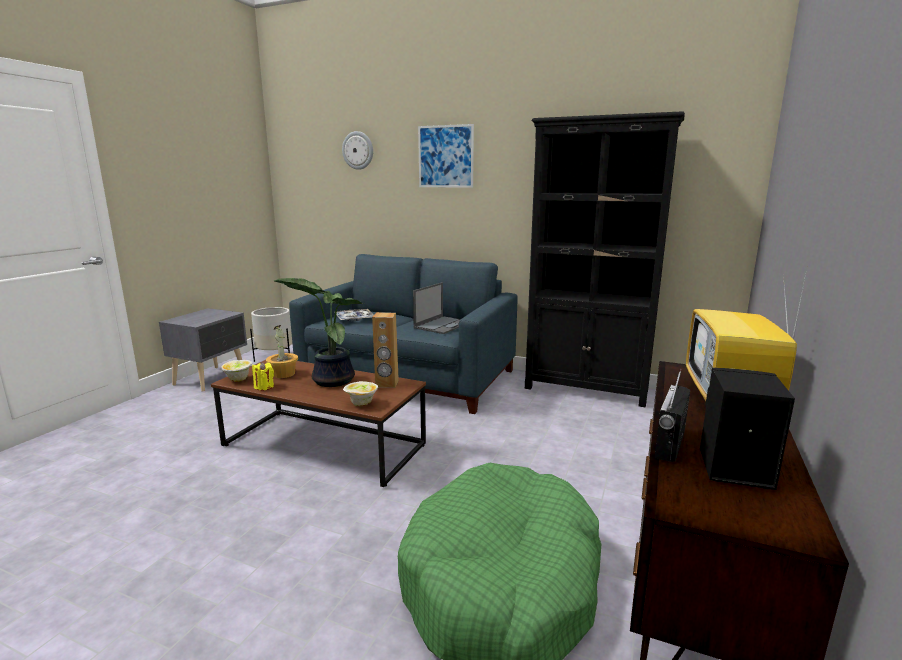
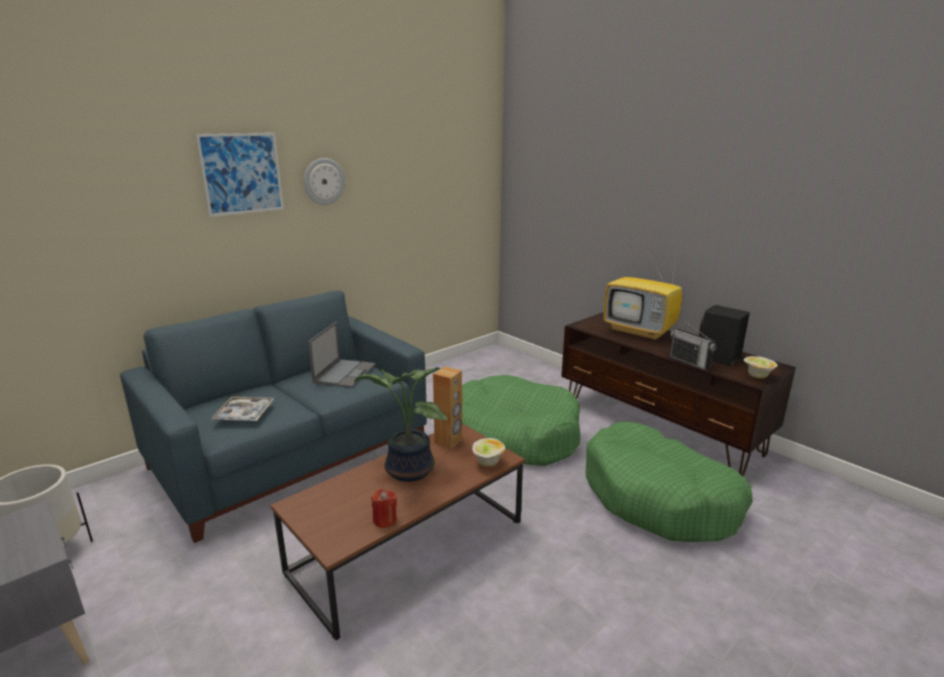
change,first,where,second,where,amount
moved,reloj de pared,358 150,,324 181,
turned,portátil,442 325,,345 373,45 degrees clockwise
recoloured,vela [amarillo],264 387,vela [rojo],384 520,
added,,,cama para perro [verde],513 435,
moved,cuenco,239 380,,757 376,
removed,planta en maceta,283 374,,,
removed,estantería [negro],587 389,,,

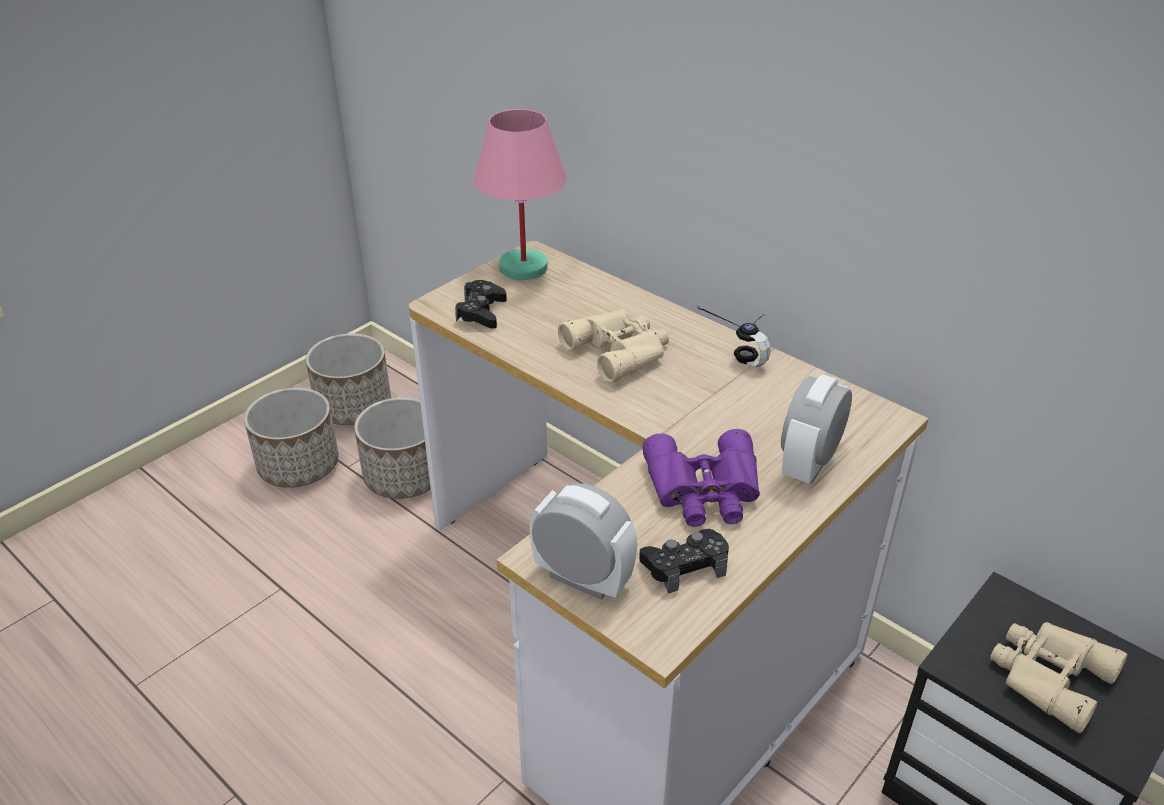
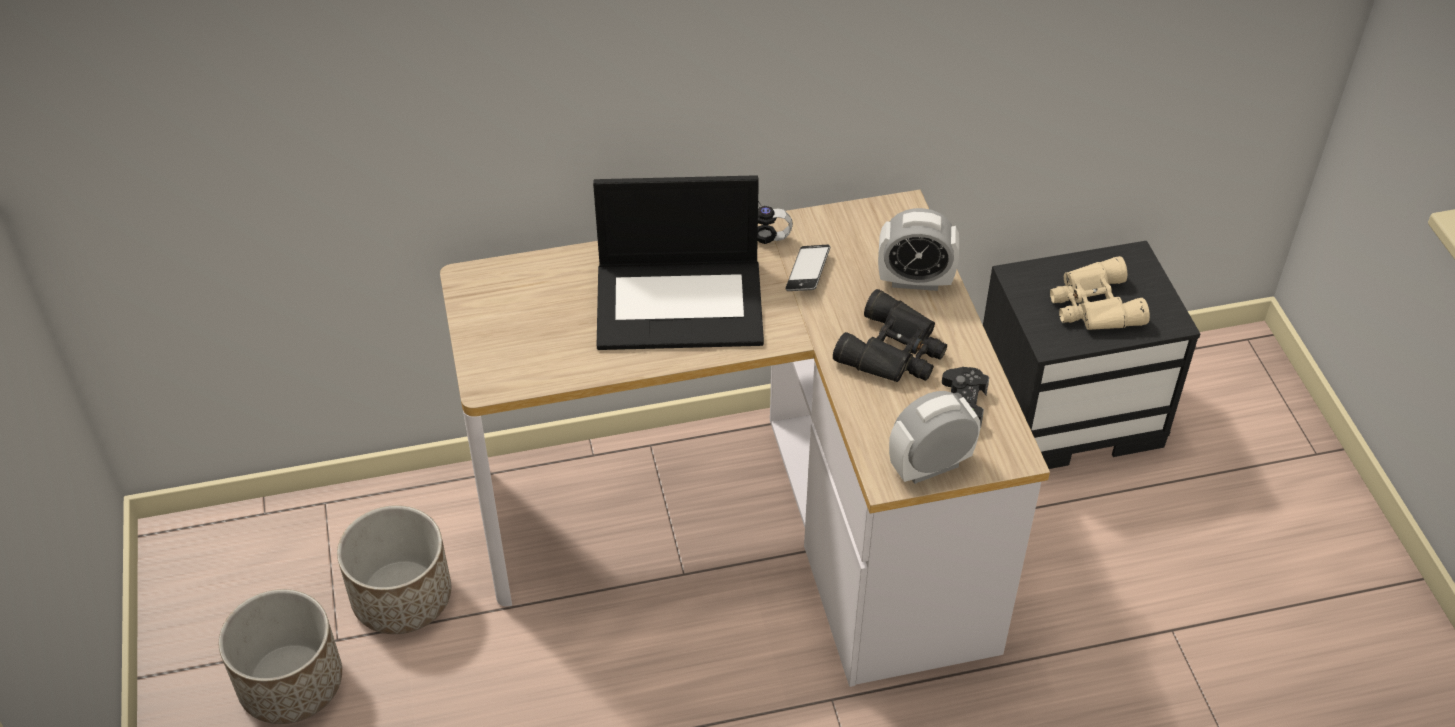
change,first,where,second,where,amount
replaced,prismáticos [beis],620 350,portátil,681 303,
added,,,móvil,807 272,
recoloured,prismáticos [morado],704 490,prismáticos [negro],895 351,
turned,despertador,809 464,,915 280,60 degrees counterclockwise
removed,maceta,354 406,,,
removed,mando de consola [negro],481 312,,,
removed,lámpara de mesa [rosa],523 268,,,

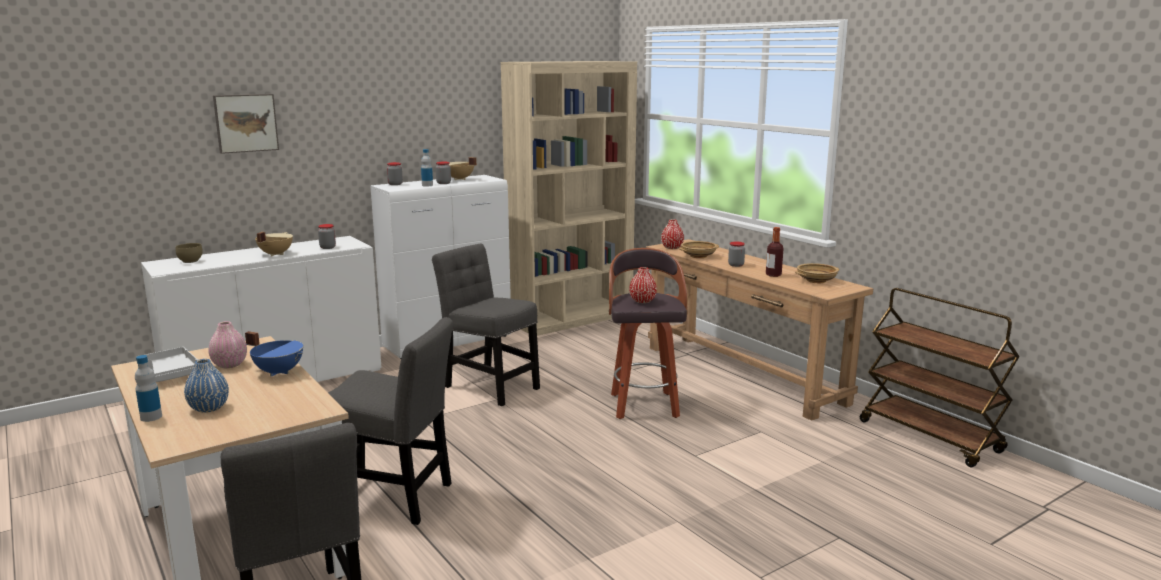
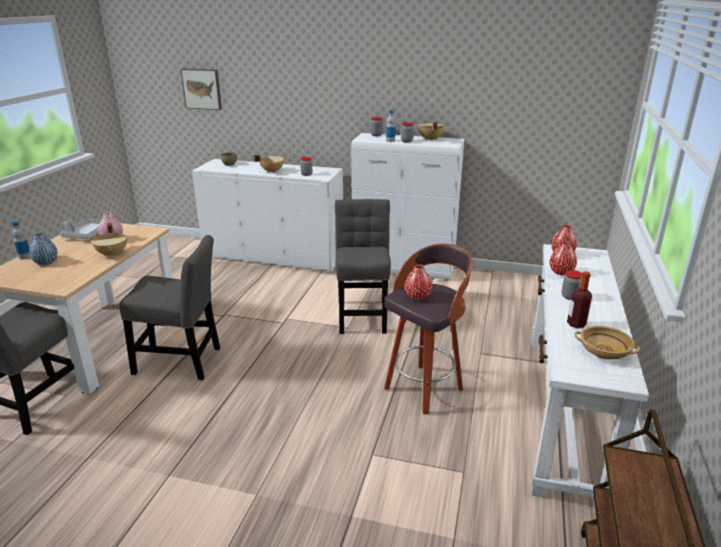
change,first,where,second,where,amount
recoloured,olla [azul],279 372,olla [beis],113 254,
turned,silla [gris],394 497,,182 362,60 degrees counterclockwise
moved,cuadro,245 123,,202 89,
recoloured,mesa consola [marrón],742 374,mesa consola [blanco],563 409,
replaced,cuenco [beis],698 256,florero [rojo],561 272,
removed,estantería [beis],571 318,,,

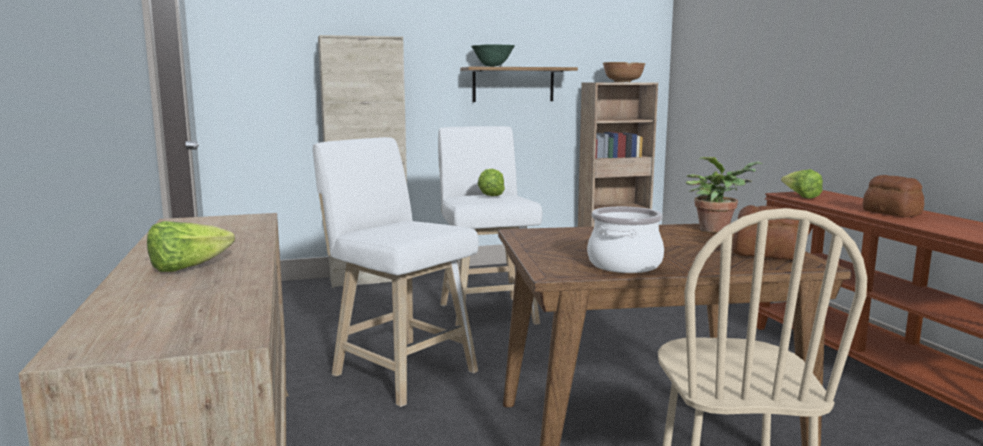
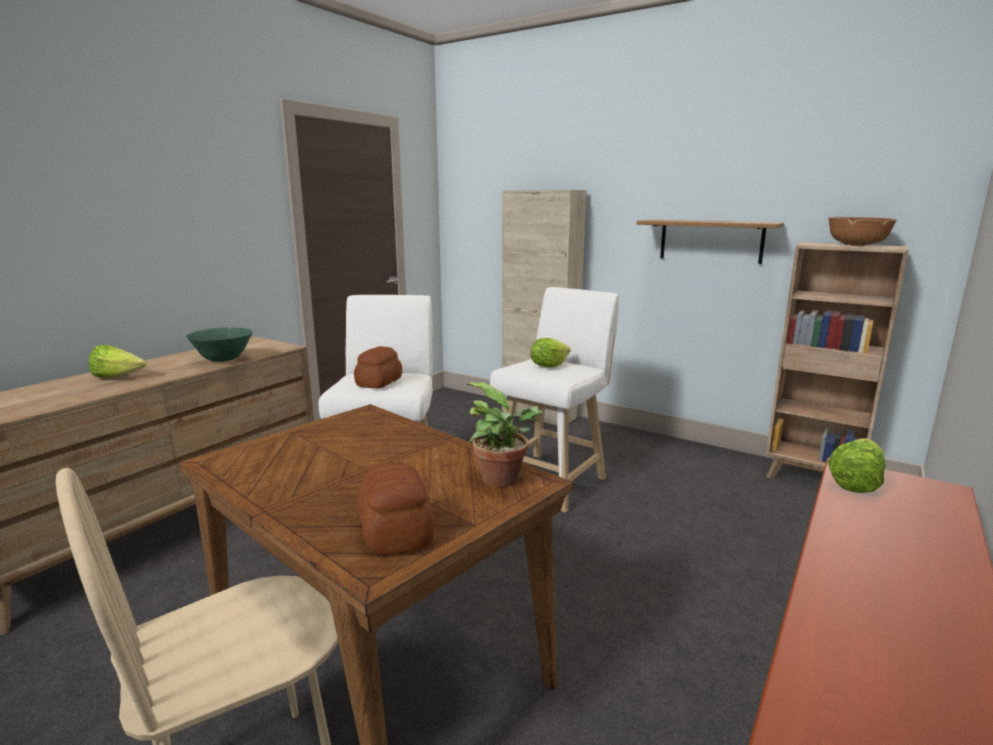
change,first,where,second,where,amount
moved,cuenco [verde],492 66,,223 360,
moved,pan,891 213,,378 382,
removed,olla,623 265,,,

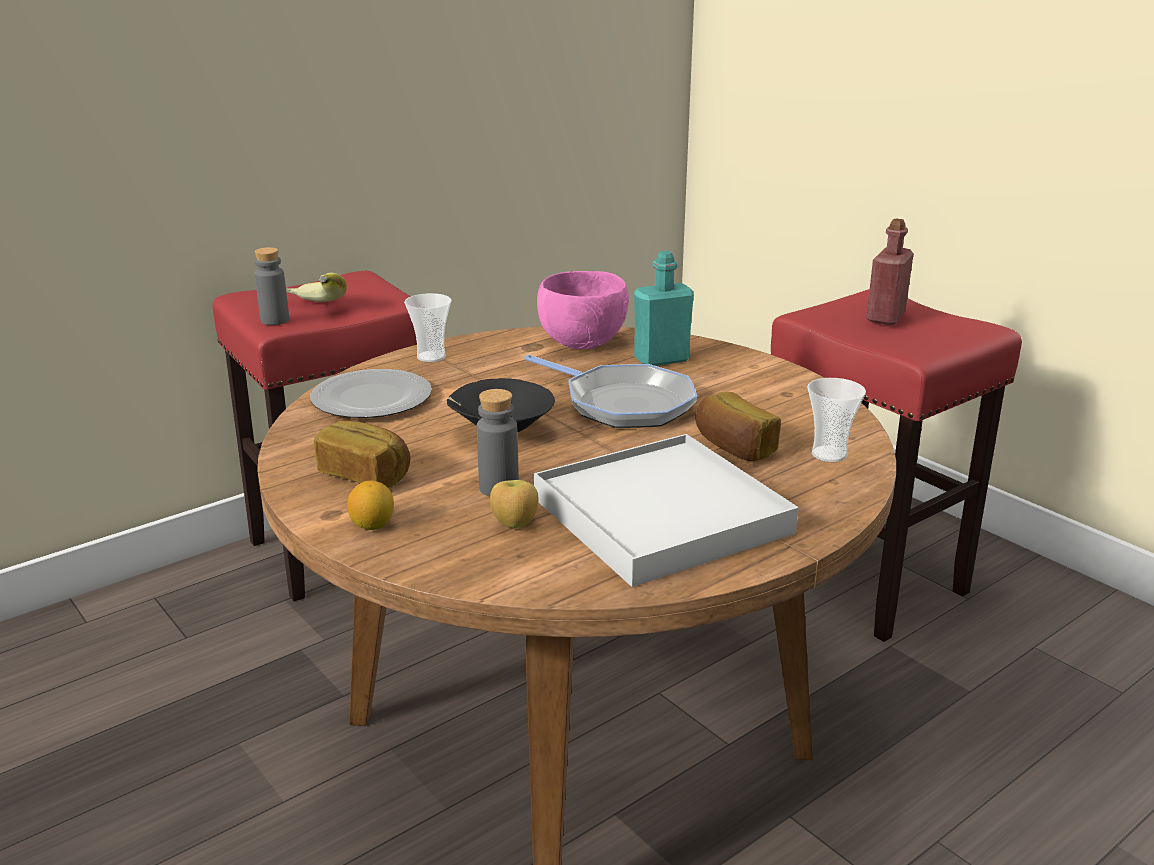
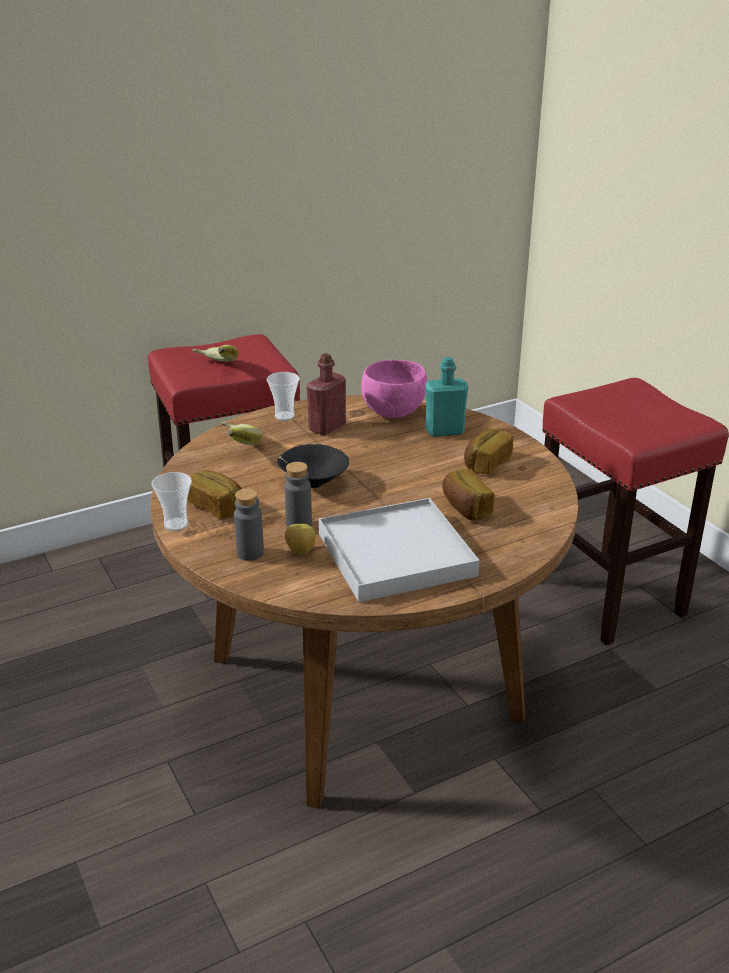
change,first,where,second,where,amount
moved,taza,829 454,,176 524,
replaced,plato,371 398,plátano,235 447,
moved,botella [gris],275 320,,250 553,
moved,botella [rojo],885 317,,327 427,
added,,,pan,486 463,
removed,limón,373 525,,,
removed,sartén,623 404,,,

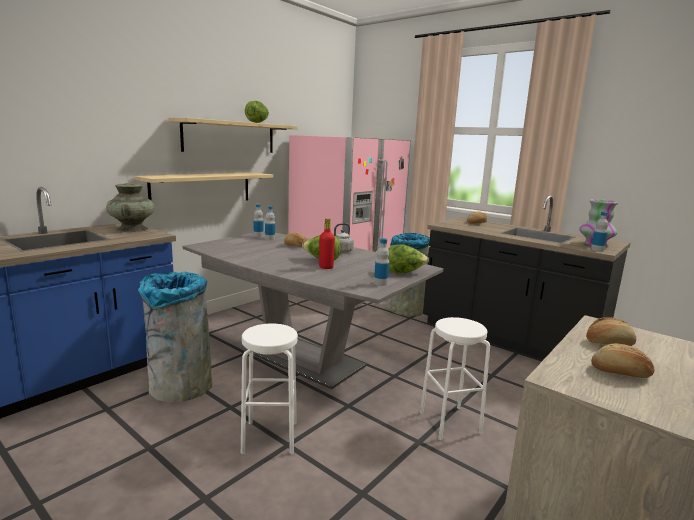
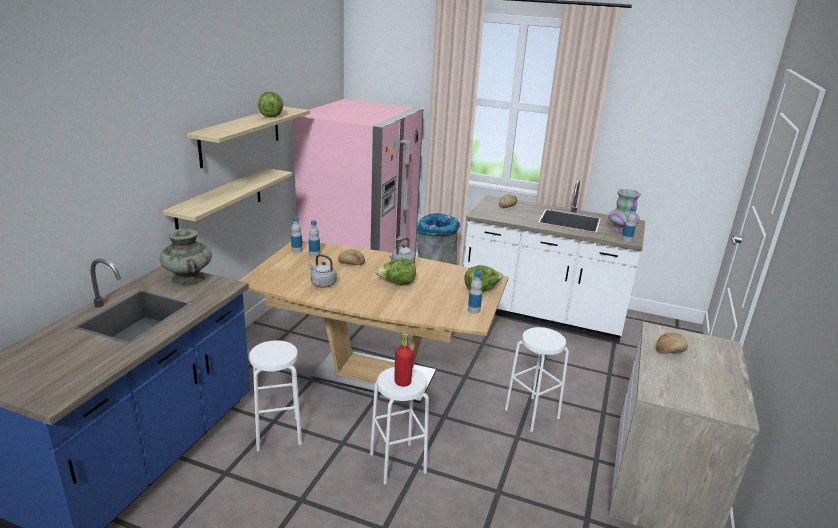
change,first,where,second,where,amount
recoloured,mesa de comedor [gris],304 359,mesa de comedor [marrón],374 375,
replaced,papelera [gris],180 387,taburete [blanco],278 433,
added,,,hervidor [gris],322 283,
moved,botella [rojo],326 267,,402 382,
recoloured,mueble bajo de cocina [negro],508 339,mueble bajo de cocina [blanco],541 315,
removed,pan,620 373,,,

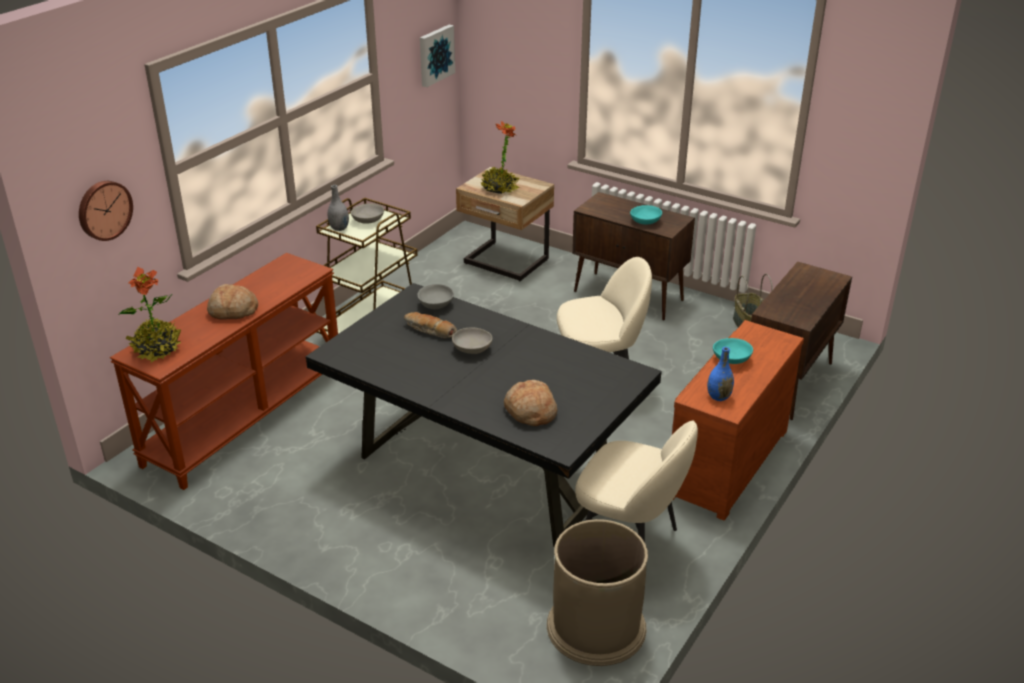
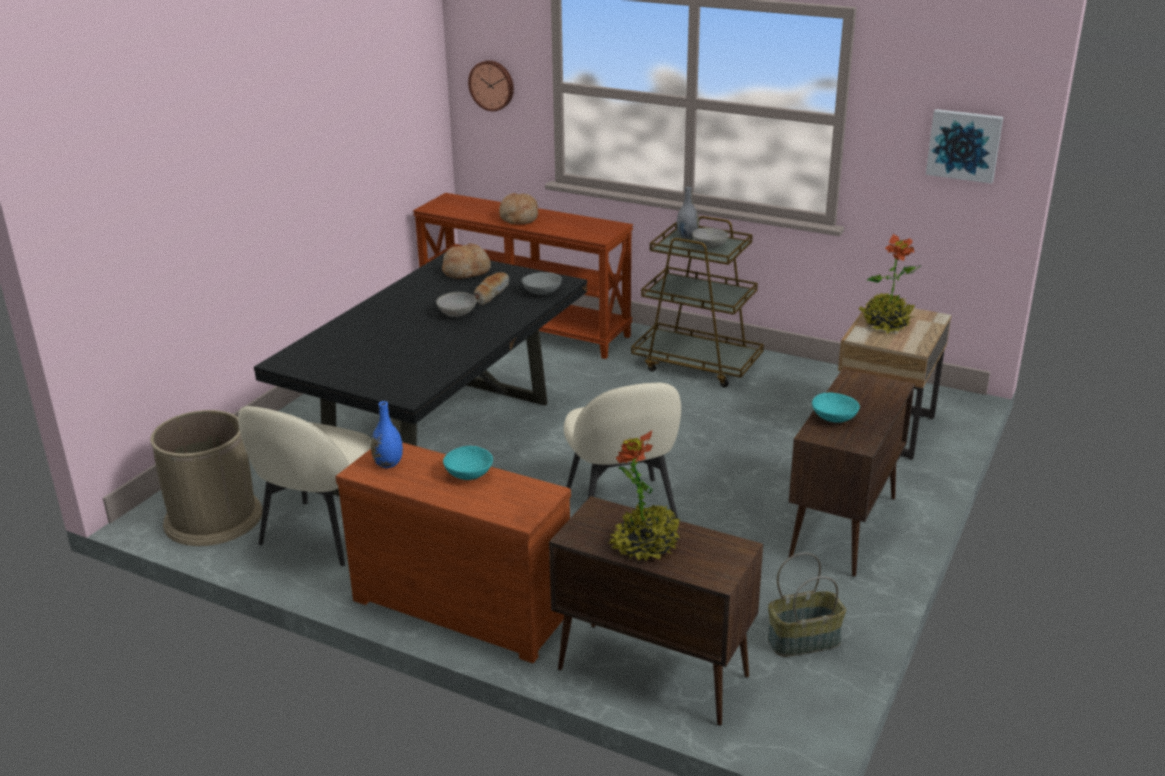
change,first,where,second,where,amount
moved,pan,530 411,,466 271,
moved,planta en maceta,157 349,,645 545,

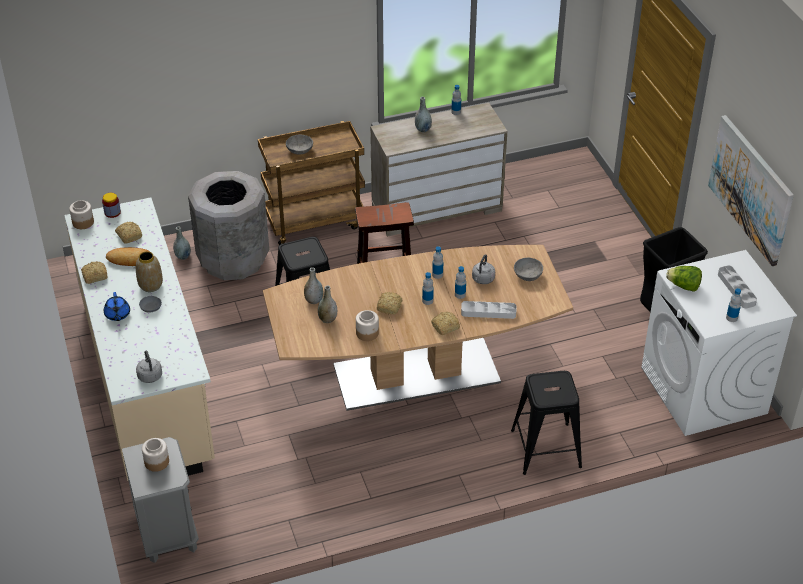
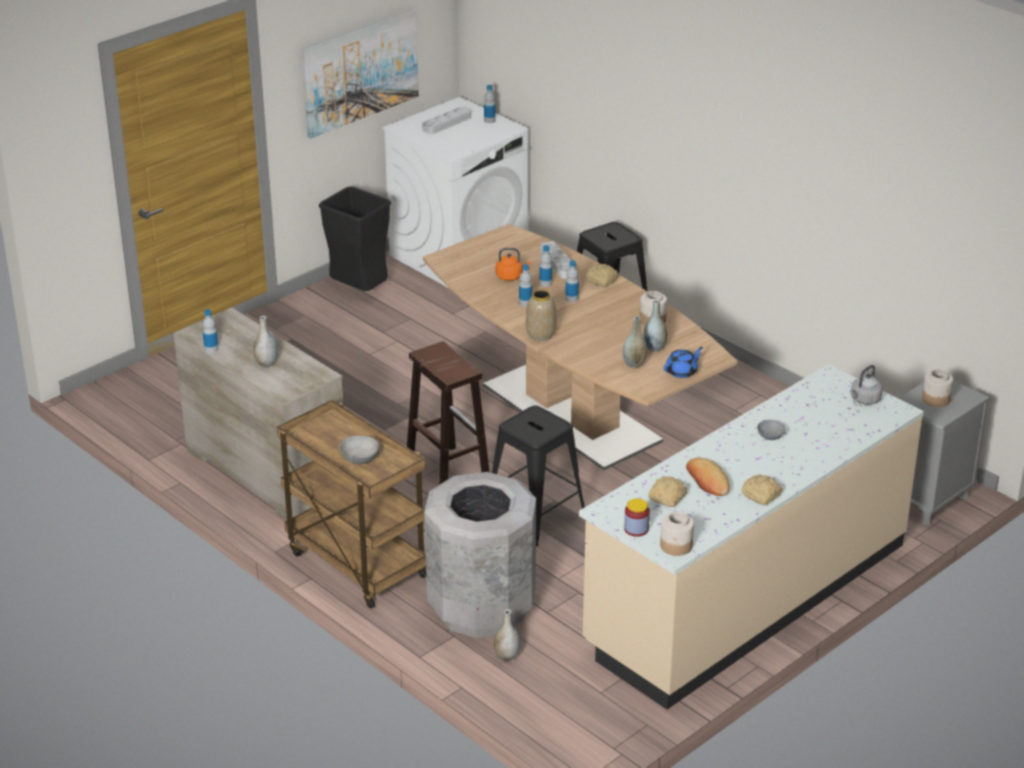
change,first,where,second,where,amount
recoloured,hervidor [gris],482 280,hervidor [naranja],510 276,
moved,florero,150 285,,541 335,
moved,tetera [azul],117 315,,682 372,
removed,pan,390 306,,,
removed,cuenco [gris],528 275,,,
removed,lechuga,683 286,,,

